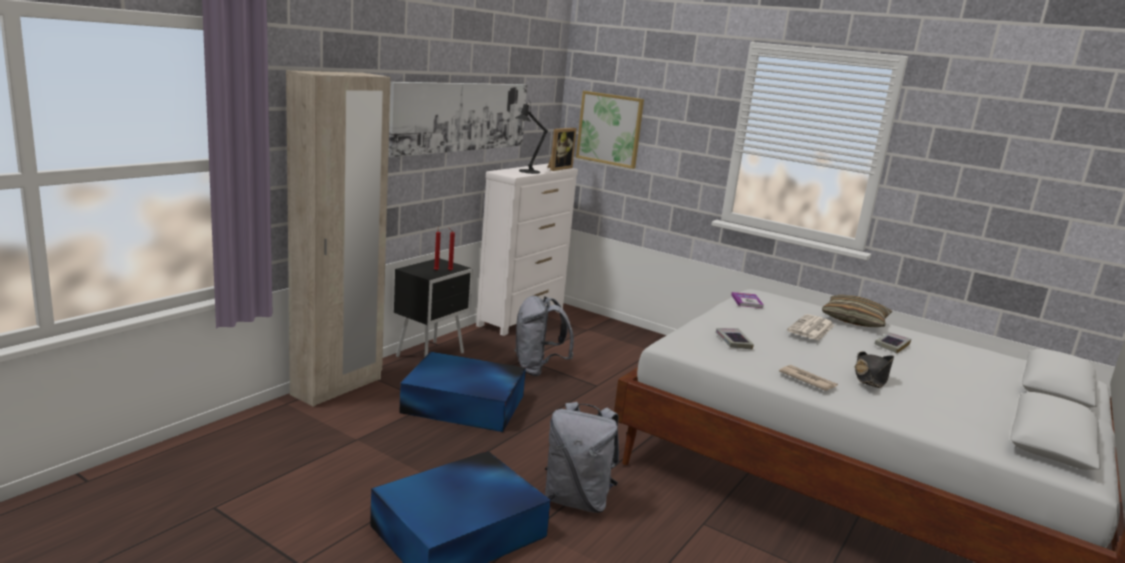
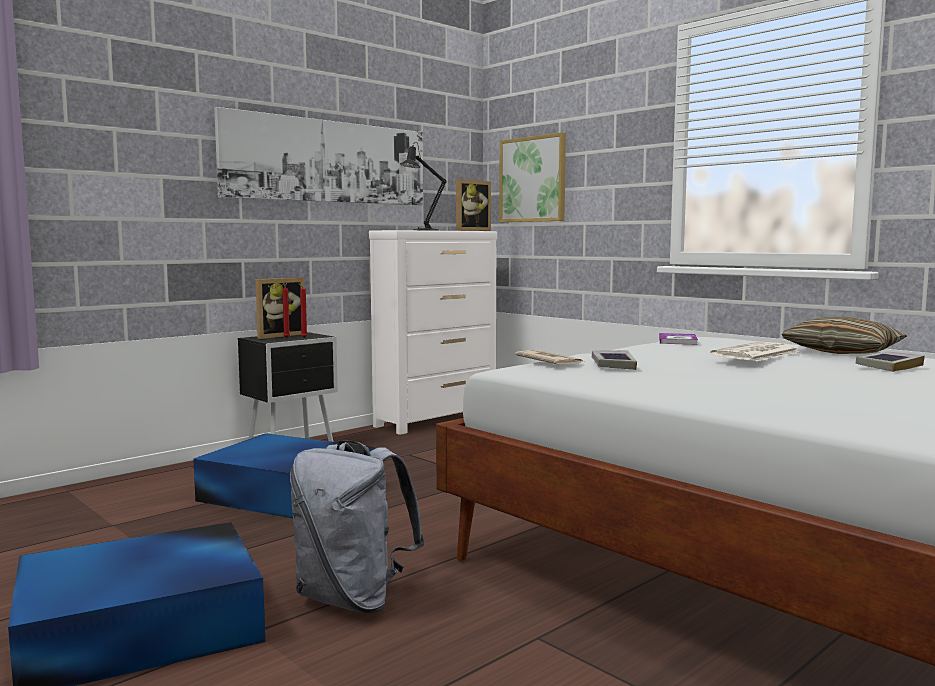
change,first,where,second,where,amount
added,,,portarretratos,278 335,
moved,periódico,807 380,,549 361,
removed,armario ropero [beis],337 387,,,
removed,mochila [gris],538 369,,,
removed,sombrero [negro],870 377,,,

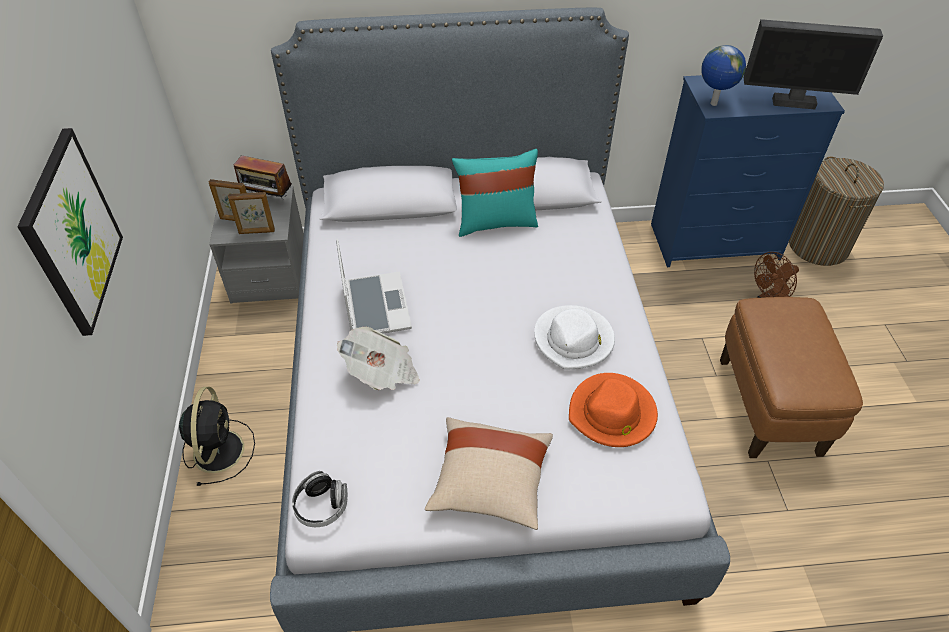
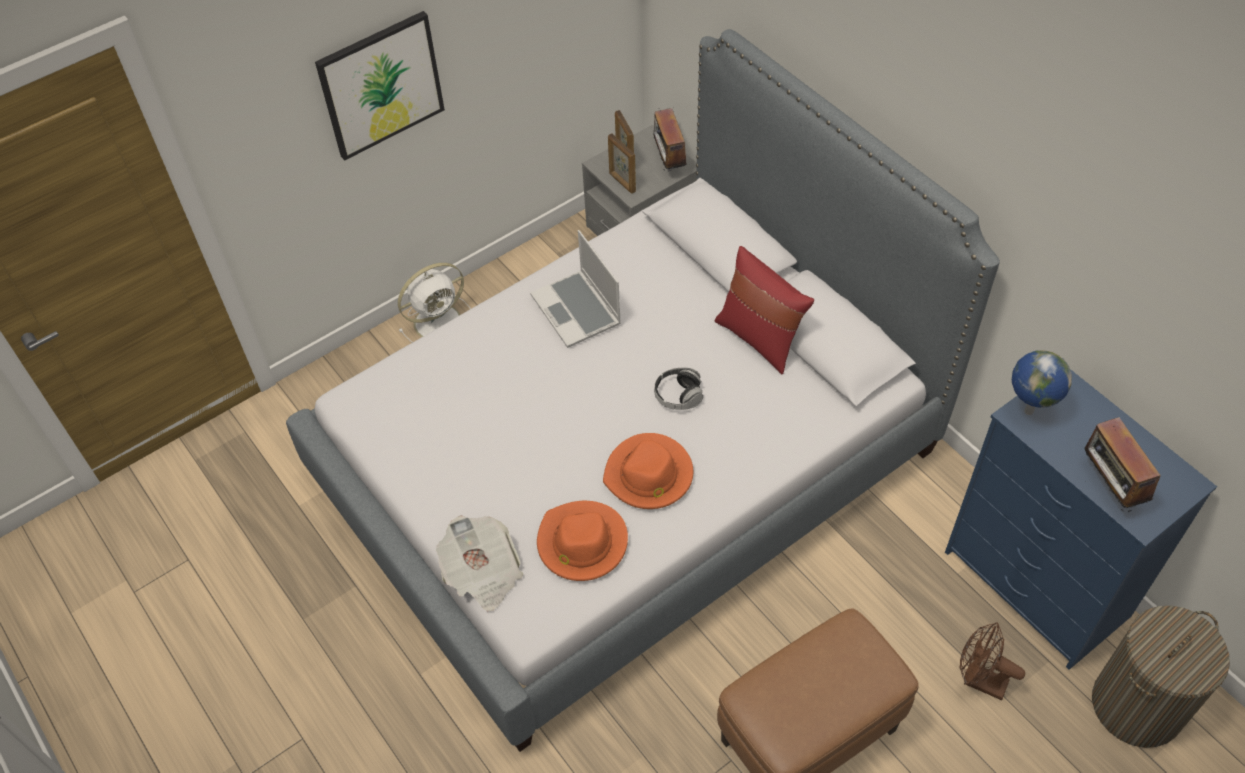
change,first,where,second,where,amount
recoloured,ventilador [negro],219 449,ventilador [blanco],439 321,
moved,periódico,382 372,,482 573,
turned,portátil,375 306,,577 310,105 degrees clockwise
recoloured,sombrero [blanco],574 340,sombrero [naranja],649 475,
moved,auriculares,321 506,,678 396,
recoloured,cojín [turquesa],495 222,cojín [rojo],760 338,
replaced,monitor,793 102,radio,1109 487,
removed,cojín [beis],490 482,,,

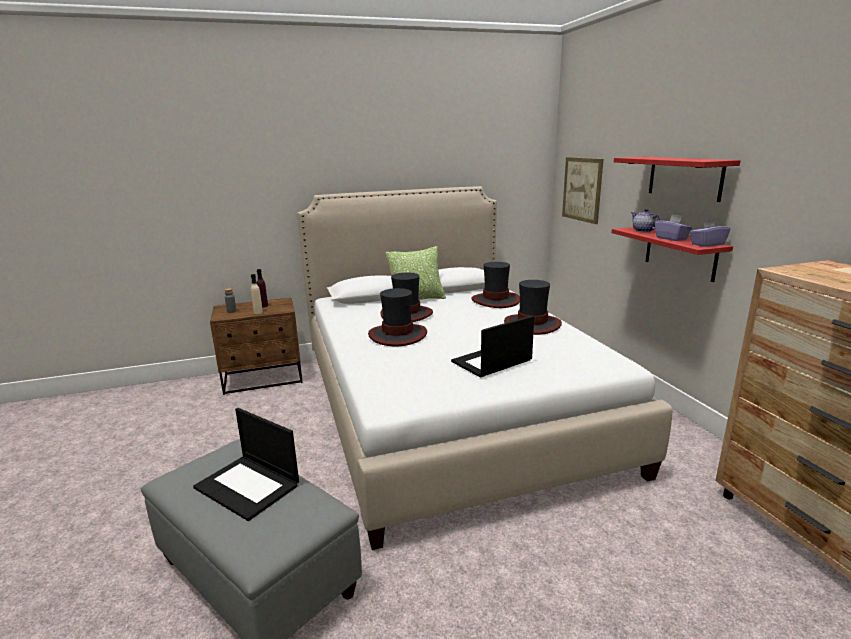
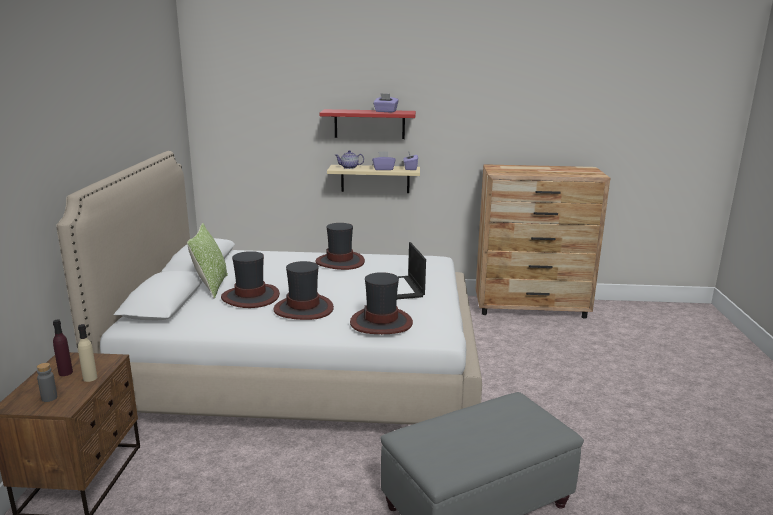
change,first,where,second,where,amount
recoloured,estante [rojo],680 253,estante [beis],375 179,
moved,sombrero,496 300,,381 322,
added,,,caja de pañuelos [morado],385 111,
removed,portátil,248 486,,,
removed,cuadro,582 189,,,

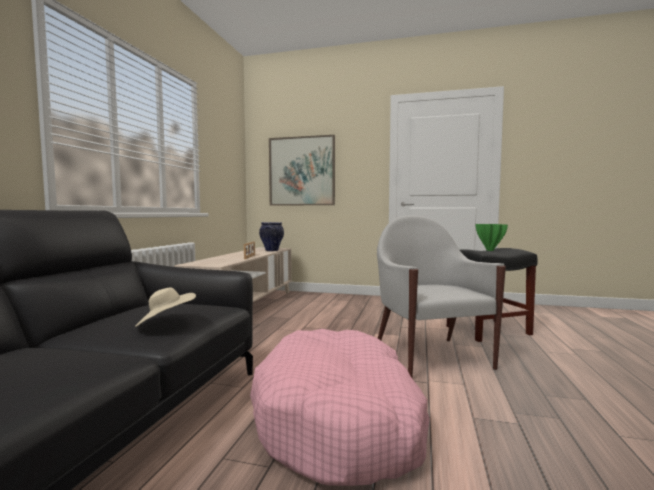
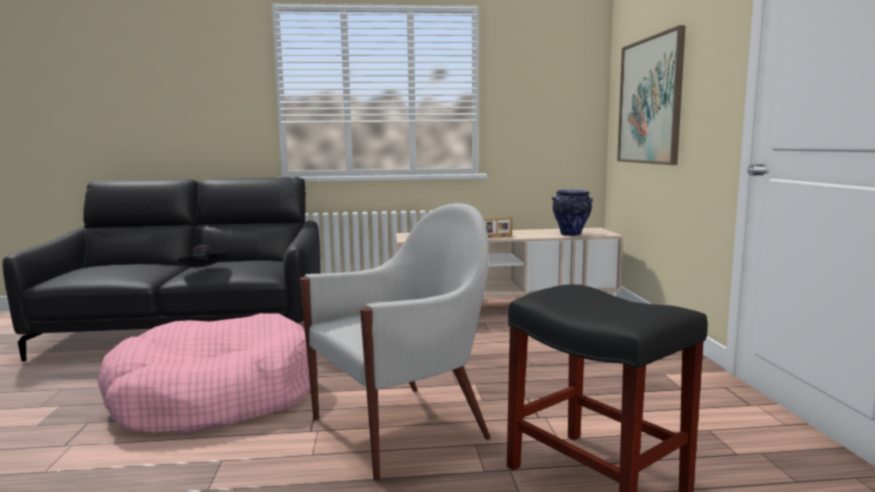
change,first,where,second,where,amount
recoloured,sombrero [beis],165 323,sombrero [negro],204 270,
removed,florero [verde],489 250,,,

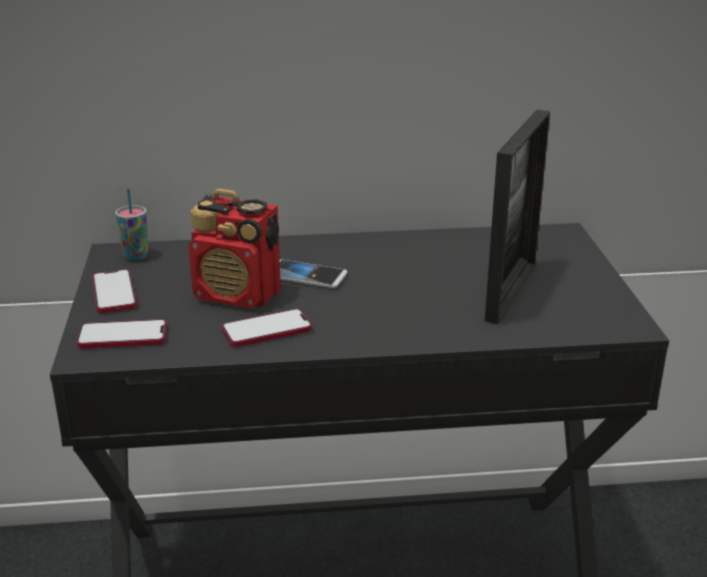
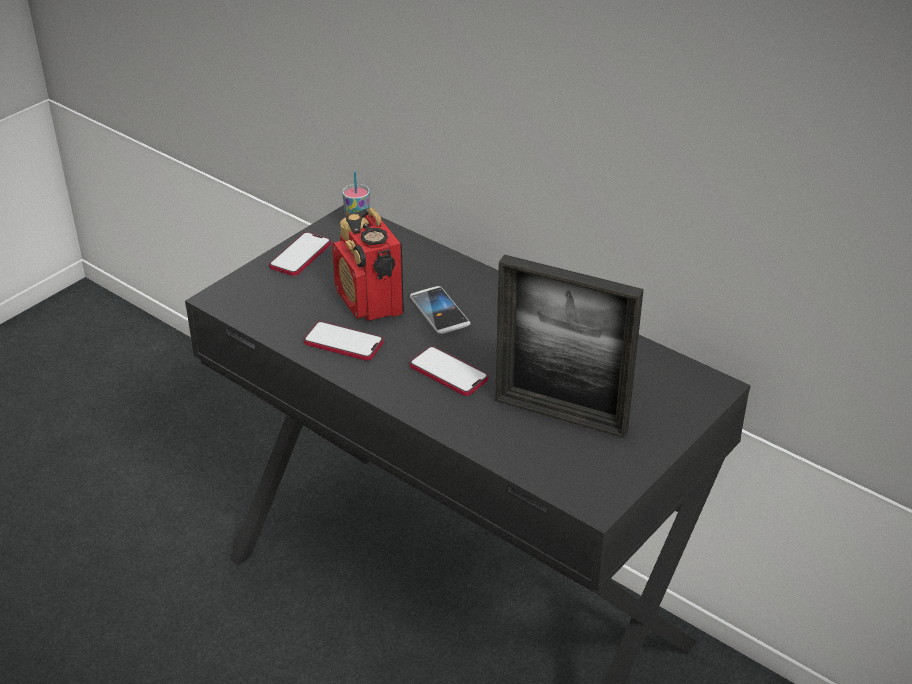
change,first,where,second,where,amount
moved,móvil,123 336,,448 373,
turned,portarretratos,511 292,,560 415,45 degrees clockwise

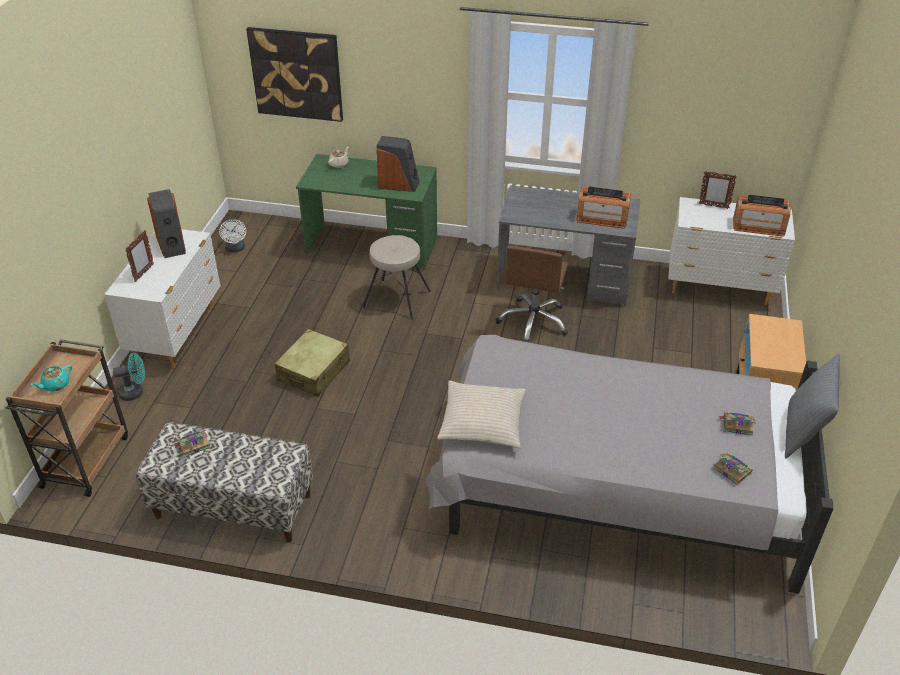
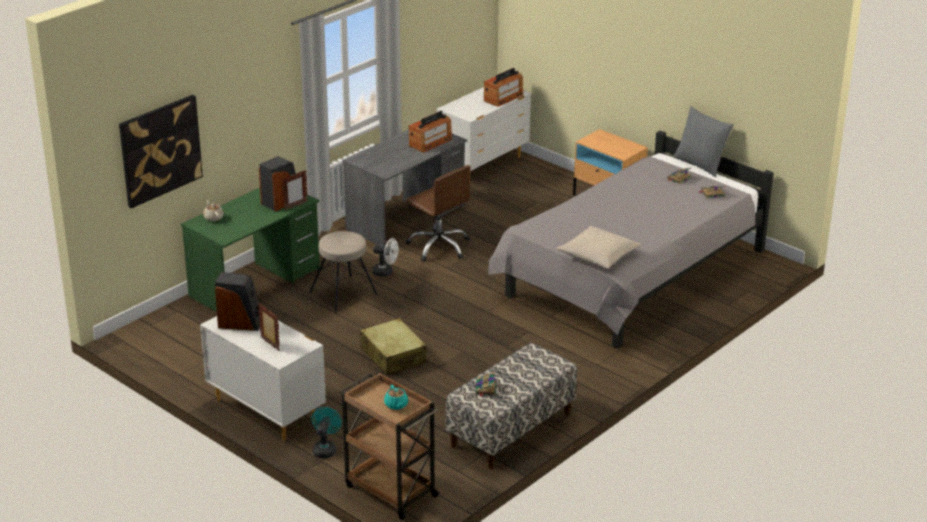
change,first,where,second,where,amount
moved,portarretratos,713 206,,295 206,
moved,ventilador [blanco],236 249,,386 272,

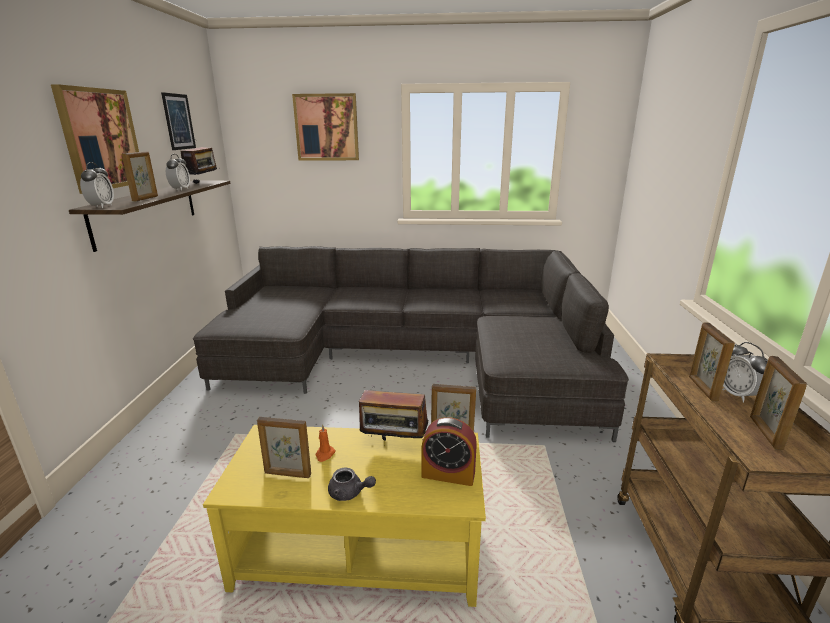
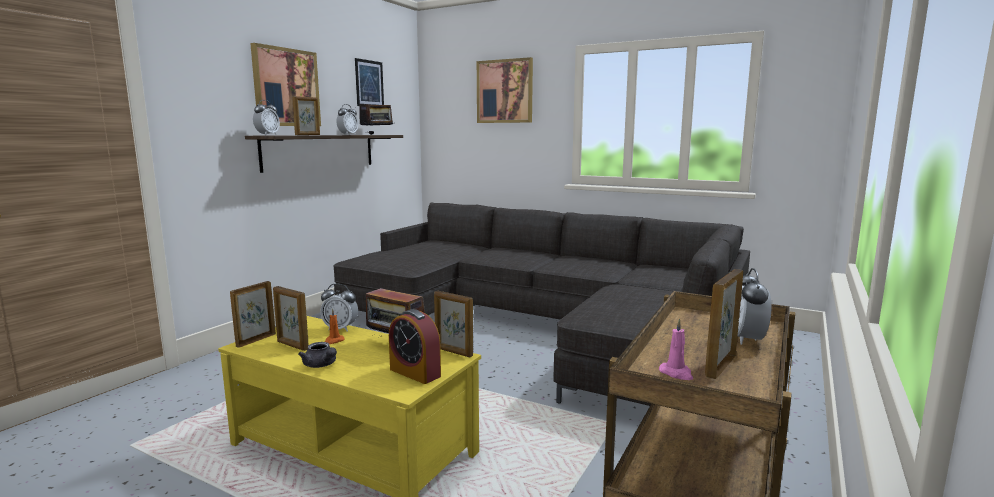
change,first,where,second,where,amount
moved,portarretratos,702 389,,255 340,
added,,,despertador,340 329,
added,,,vela [rosa],676 373,

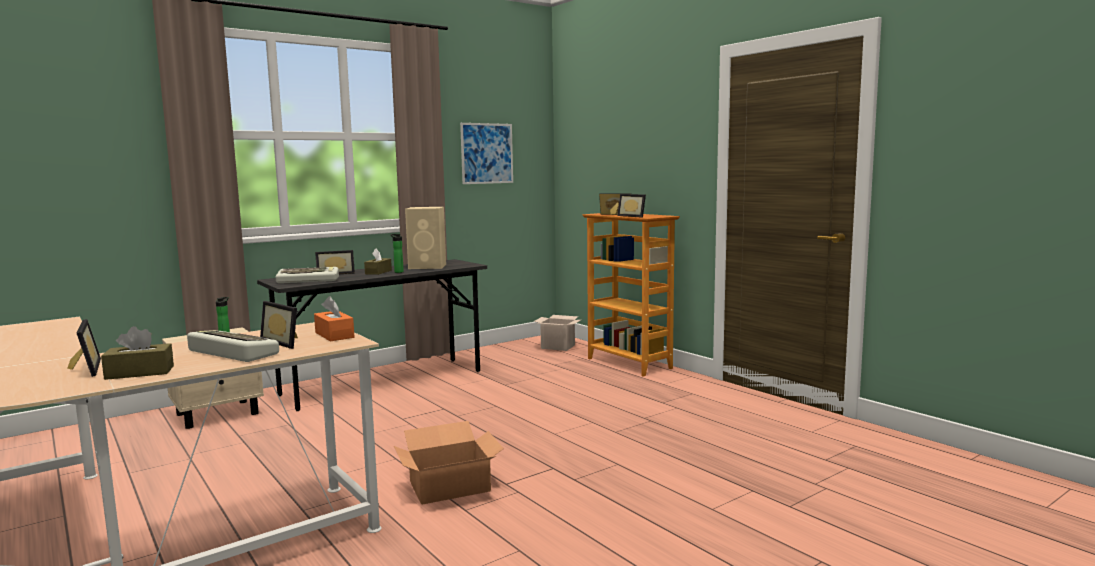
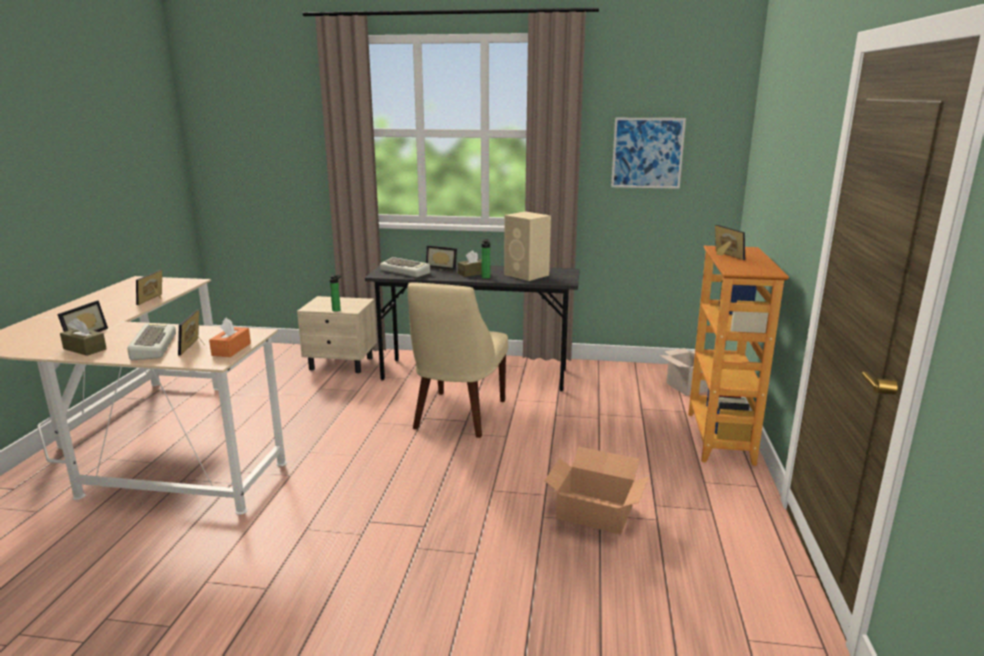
change,first,where,second,where,amount
moved,portarretratos,633 216,,155 299,
added,,,silla [beis],457 416,
moved,caja de cartón,448 486,,594 511,

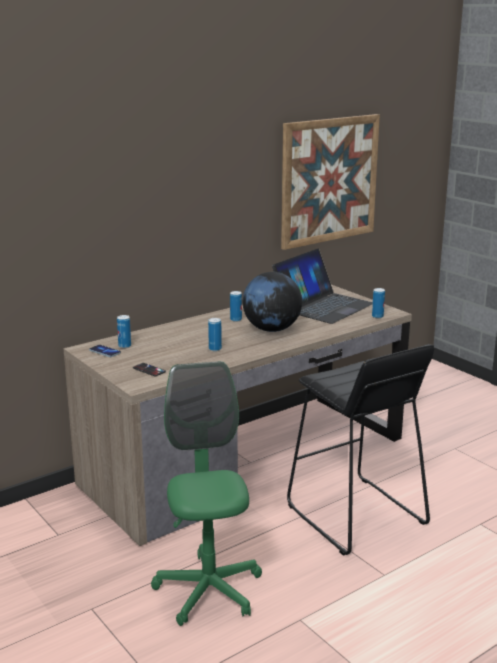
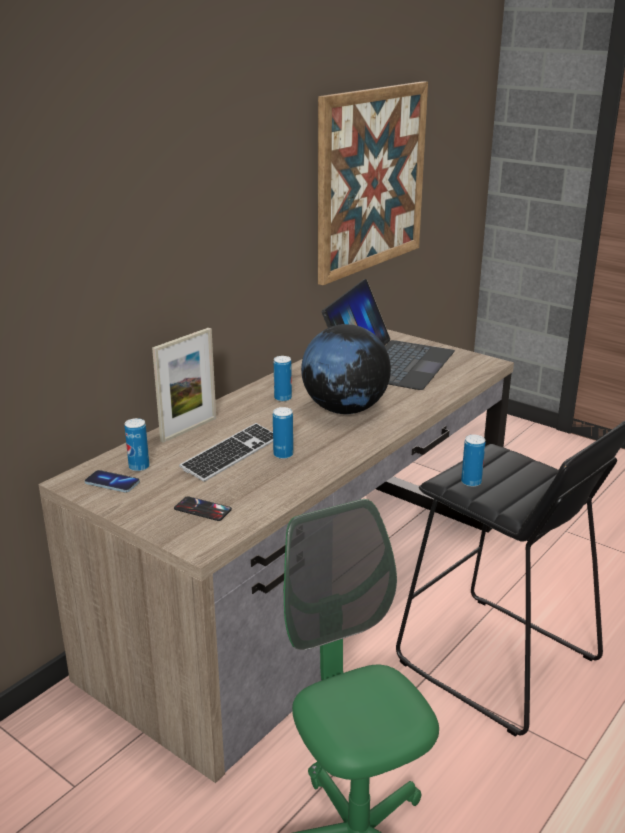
change,first,where,second,where,amount
added,,,portarretratos,189 429,
added,,,teclado,231 454,
moved,lata,377 316,,471 482,

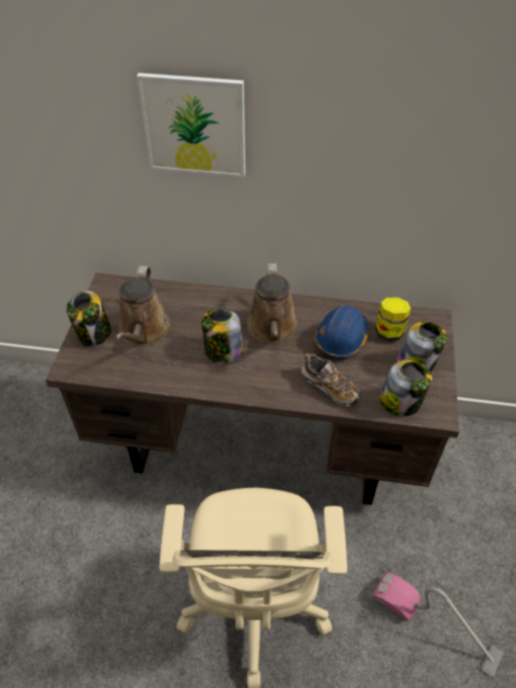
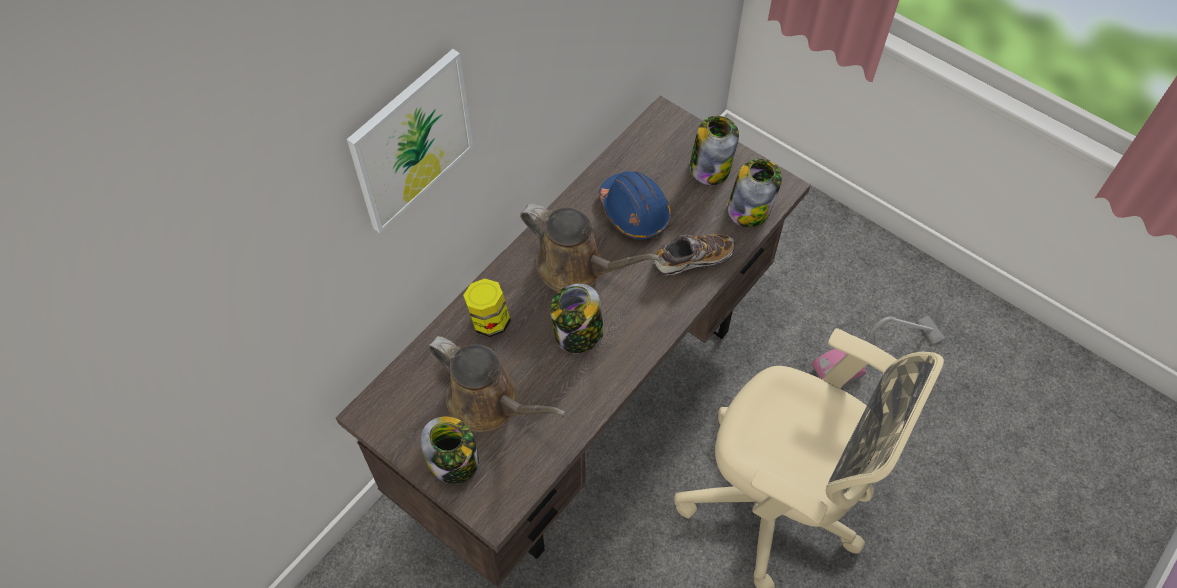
change,first,where,second,where,amount
moved,tarro,389 331,,489 321,

